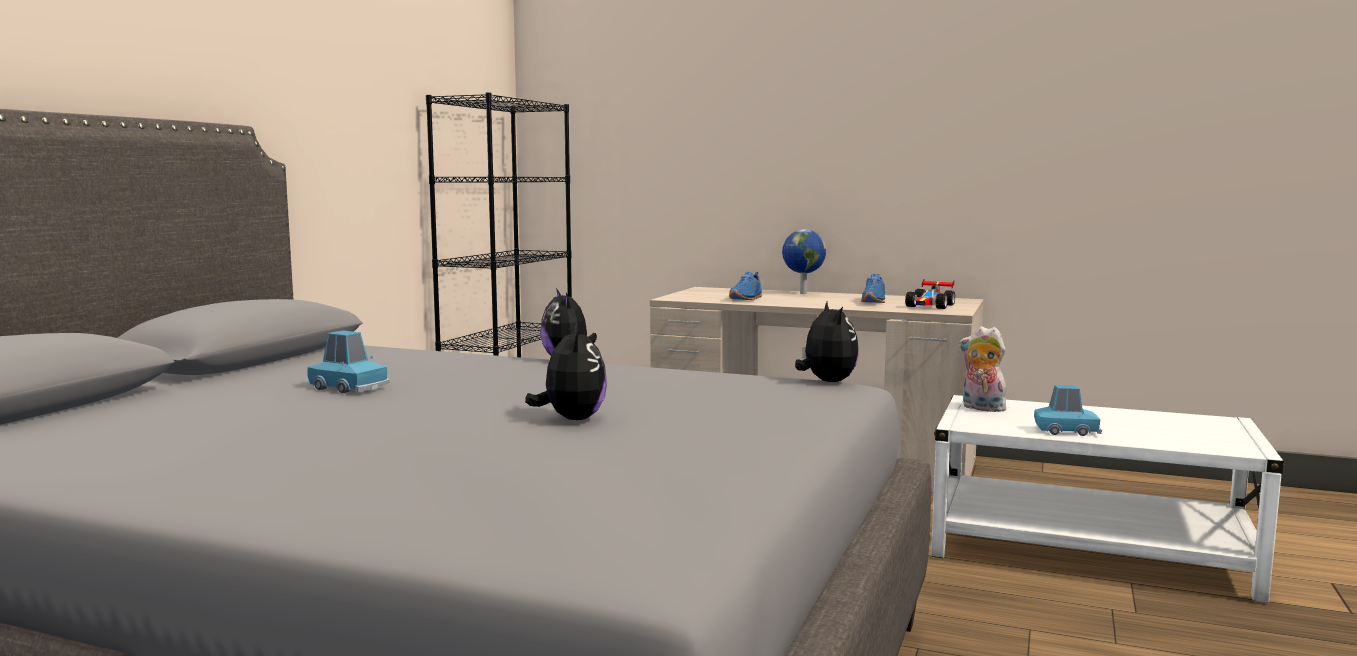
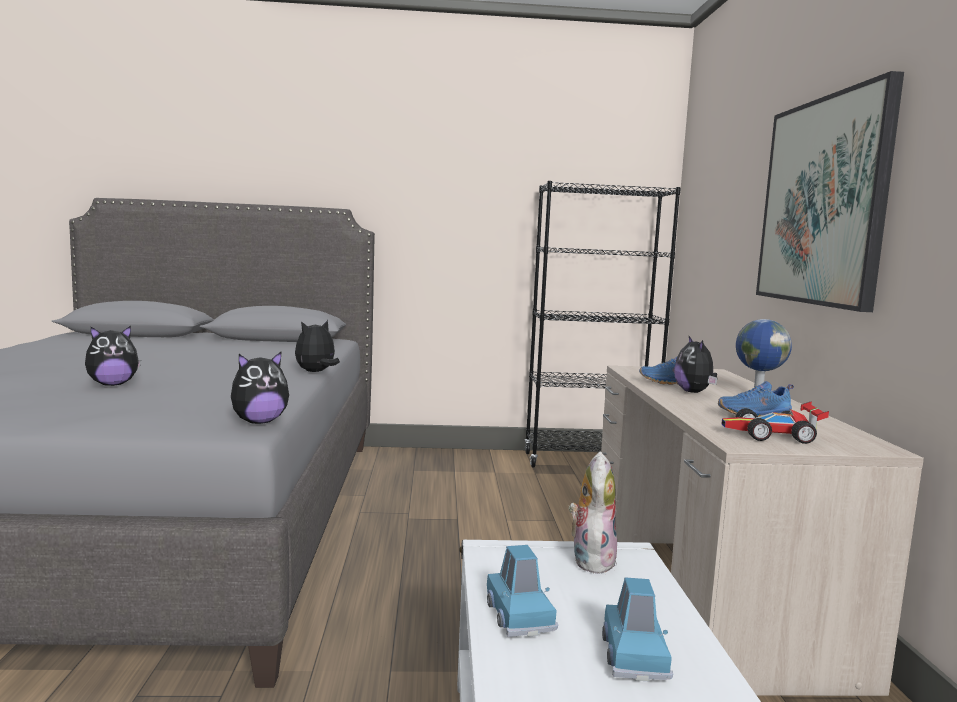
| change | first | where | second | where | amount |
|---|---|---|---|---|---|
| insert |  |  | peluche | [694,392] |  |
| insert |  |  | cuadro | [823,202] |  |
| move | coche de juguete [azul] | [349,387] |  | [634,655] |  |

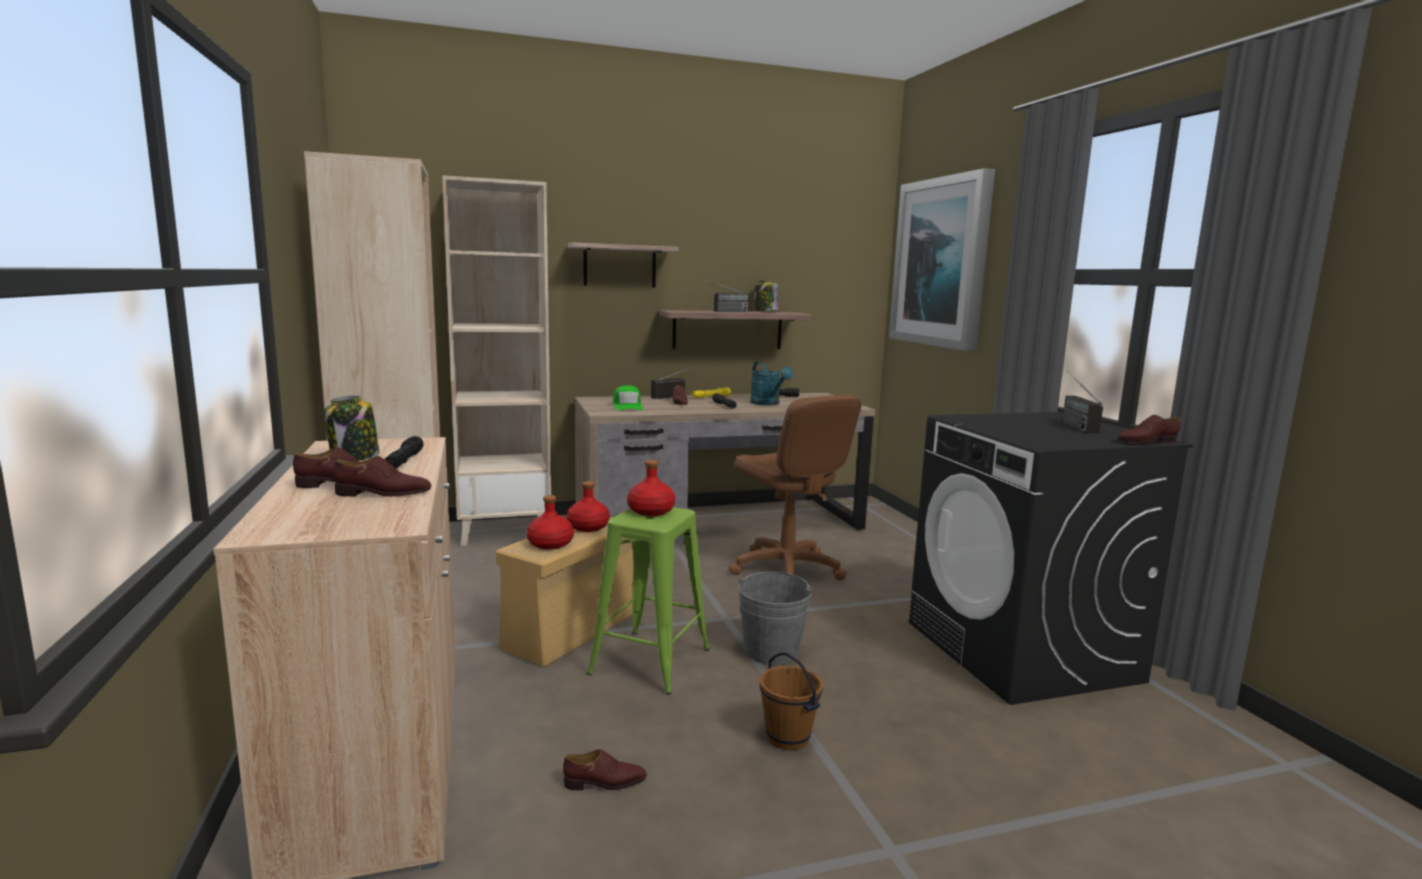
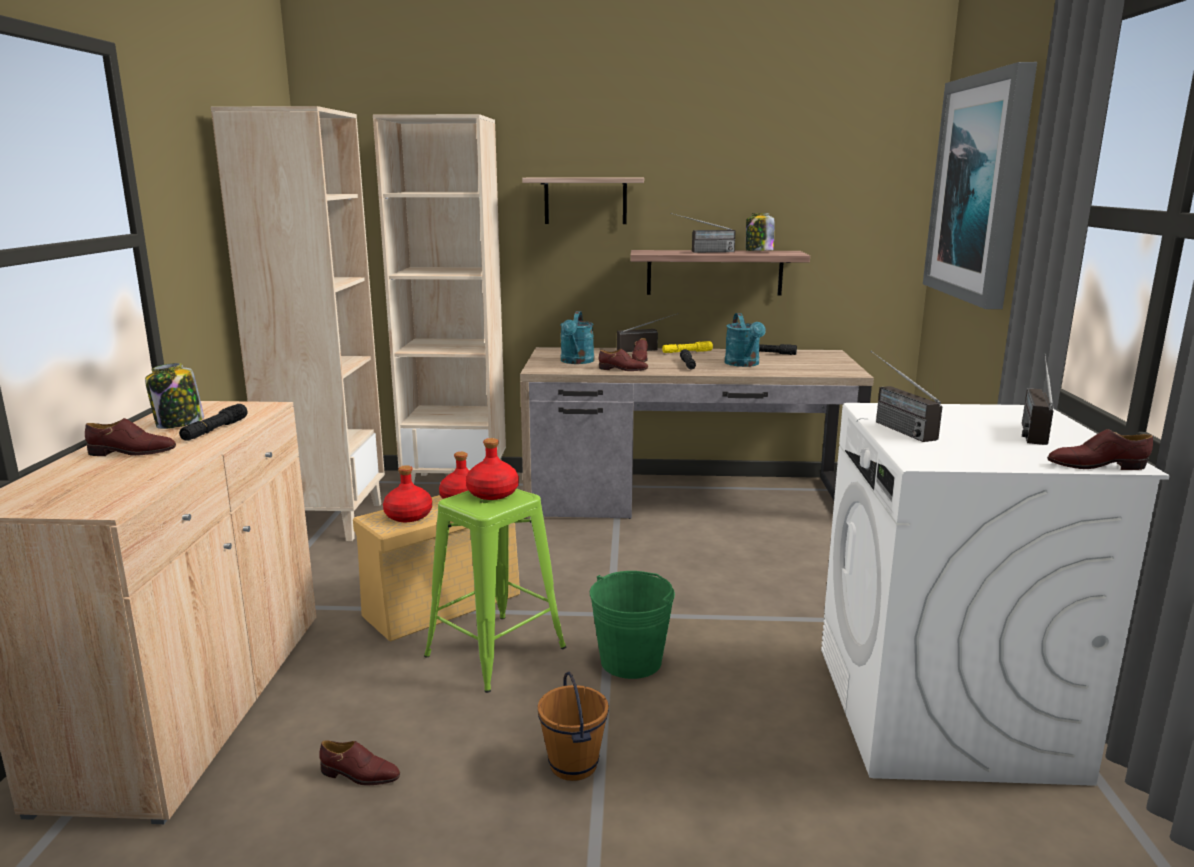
| change | first | where | second | where | amount |
|---|---|---|---|---|---|
| delete | silla de oficina [marrón] | [786,570] |  |  |  |
| insert |  |  | radio | [891,425] |  |
| move | zapato [marrón] | [383,493] |  | [623,369] |  |
| replace | gorra [verde] | [627,406] | regadera [turquesa] | [576,362] |  |
| recolor | cubo [gris] | [771,651] | cubo [verde] | [631,661] |  |
| recolor | lavadora [negro] | [1021,651] | lavadora [blanco] | [943,711] |  |

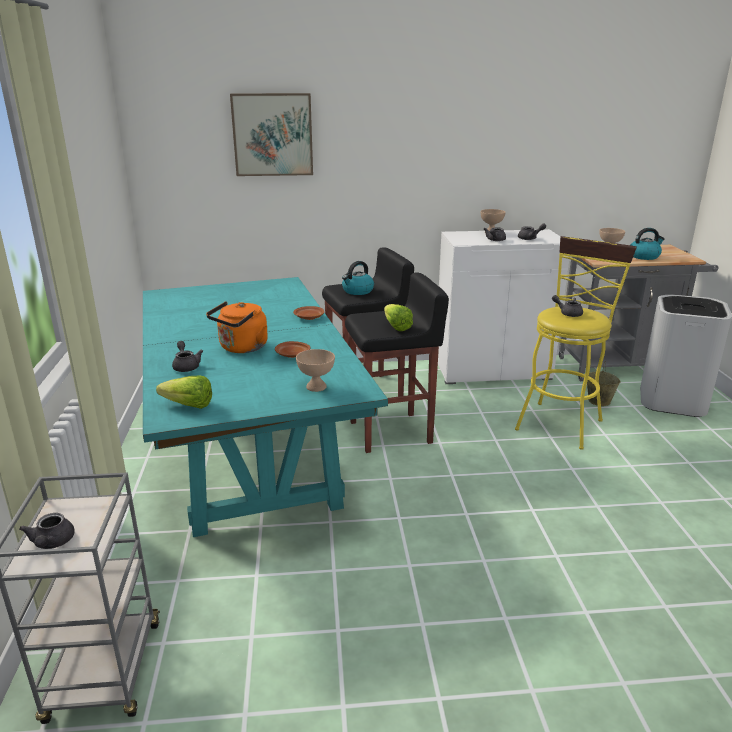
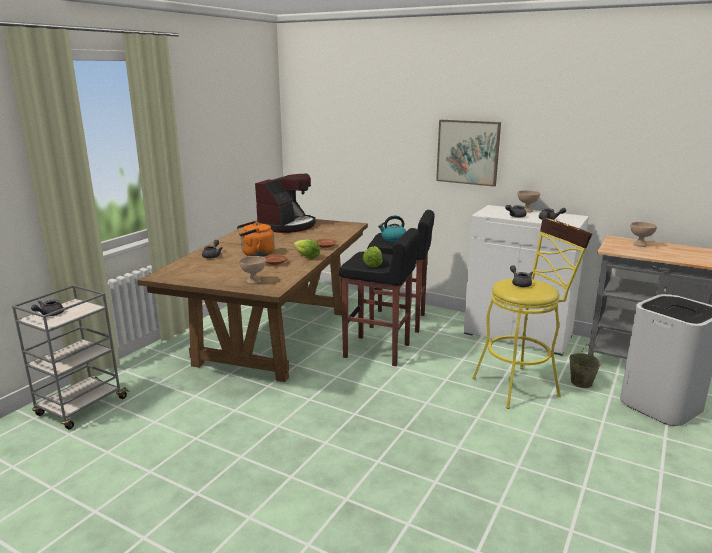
| change | first | where | second | where | amount |
|---|---|---|---|---|---|
| delete | hervidor | [644,256] |  |  |  |
| insert |  |  | cafetera | [287,226] |  |
| move | lechuga | [185,405] |  | [305,256] |  |
| move | cuadro | [272,135] |  | [468,152] |  |
| recolor | mesa de comedor [turquesa] | [251,455] | mesa de comedor [marrón] | [275,336] |  |

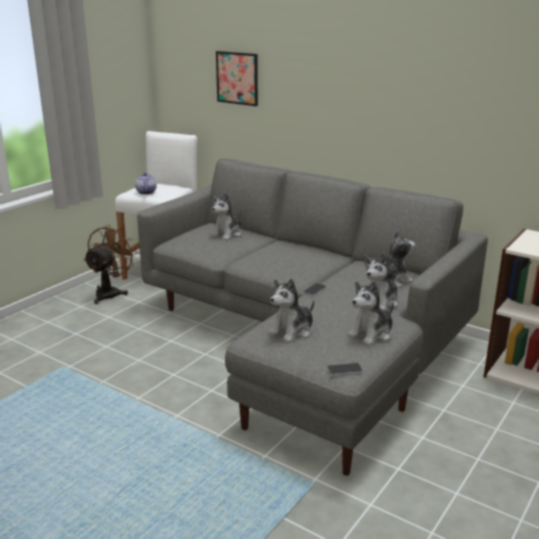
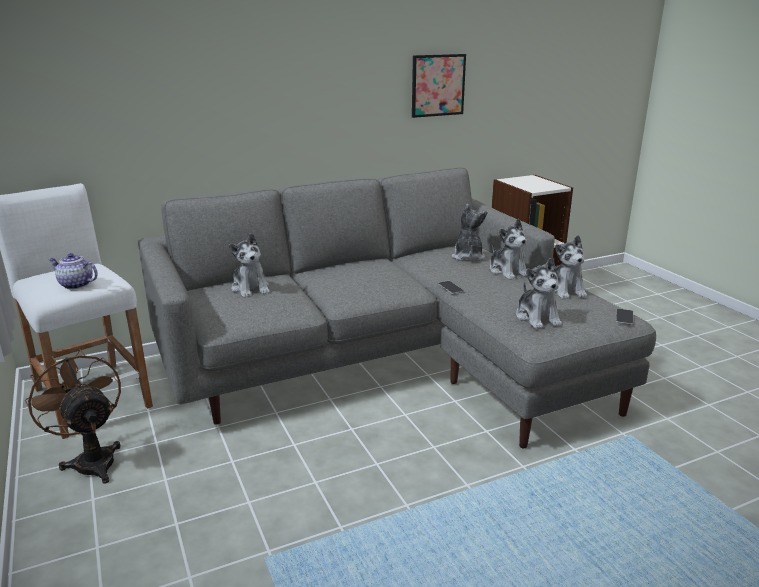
| change | first | where | second | where | amount |
|---|---|---|---|---|---|
| move | cuadro | [237,78] |  | [438,85] |  |

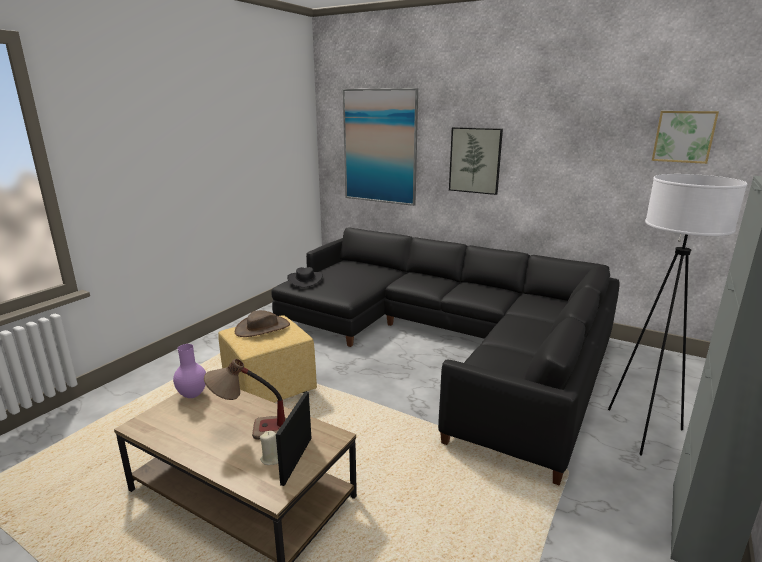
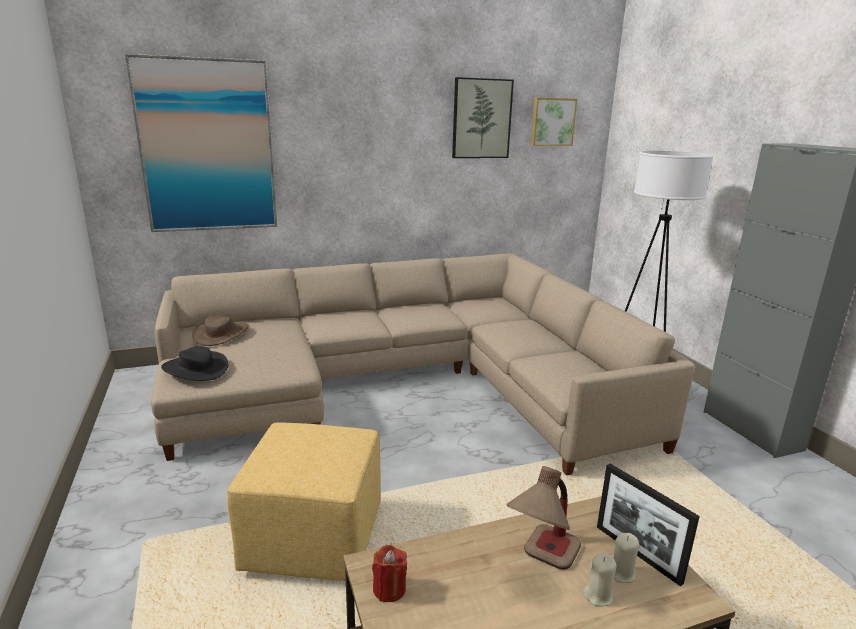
| change | first | where | second | where | amount |
|---|---|---|---|---|---|
| insert |  |  | vela [beis] | [598,595] |  |
| move | sombrero [marrón] | [262,328] |  | [221,334] |  |
| move | cuadro | [475,160] |  | [481,119] |  |
| replace | florero [morado] | [192,396] | vela [rojo] | [389,589] |  |
| recolor | sofá [negro] | [447,342] | sofá [beis] | [405,383] |  |

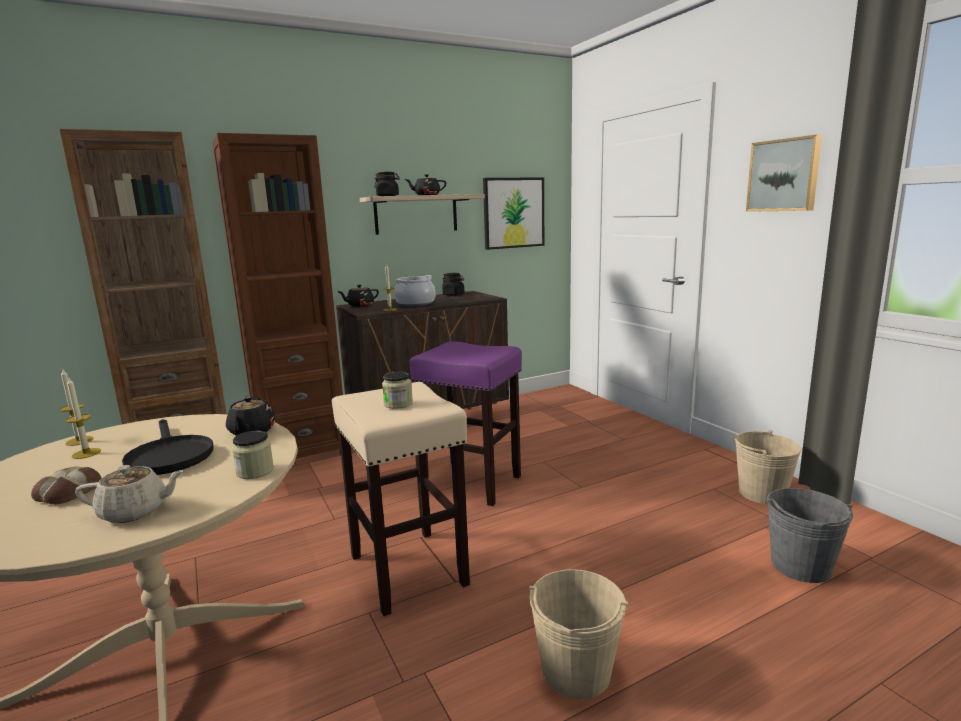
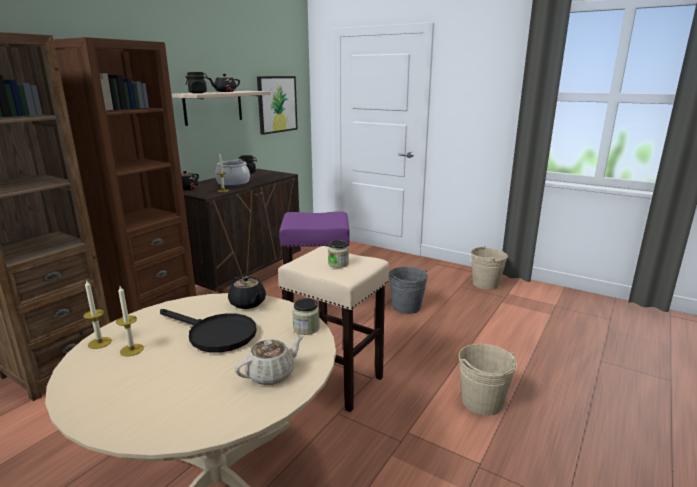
| change | first | where | second | where | amount |
|---|---|---|---|---|---|
| delete | pan | [68,492] |  |  |  |
| delete | cuadro | [784,175] |  |  |  |
| move | cubo [gris] | [800,566] |  | [406,307] |  |

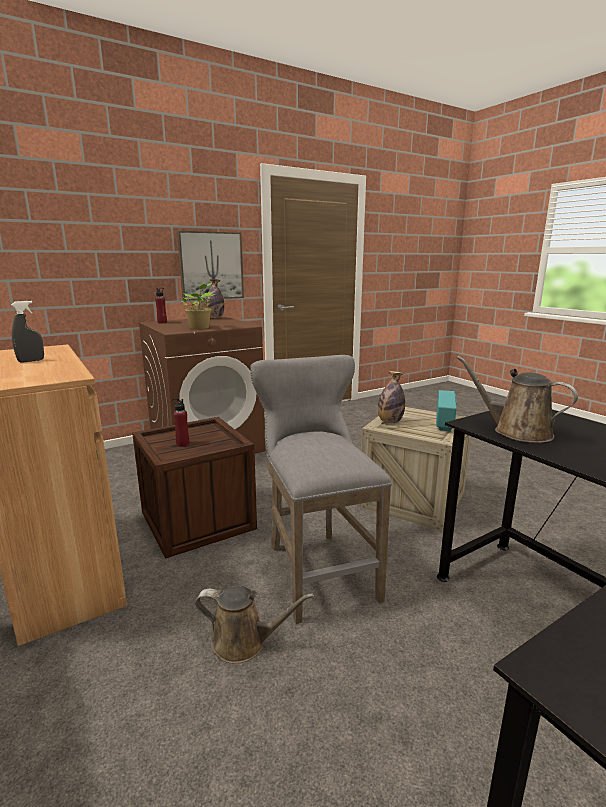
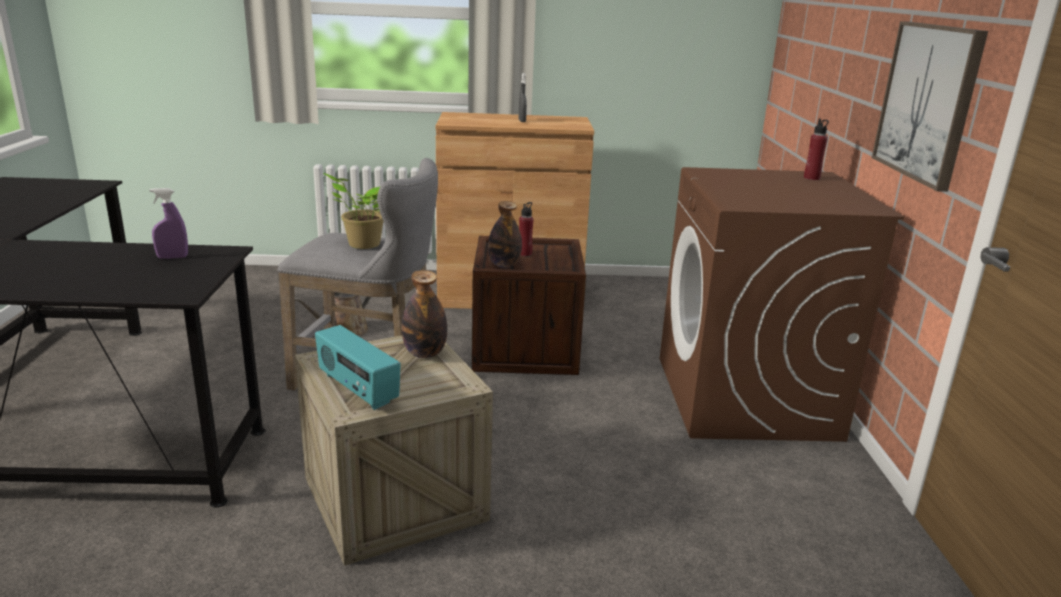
| change | first | where | second | where | amount |
|---|---|---|---|---|---|
| move | planta en maceta | [200,328] |  | [361,244] |  |
| move | botella | [214,318] |  | [504,265] |  |
| replace | regadera [marrón] | [516,431] | pulverizador [morado] | [172,257] |  |

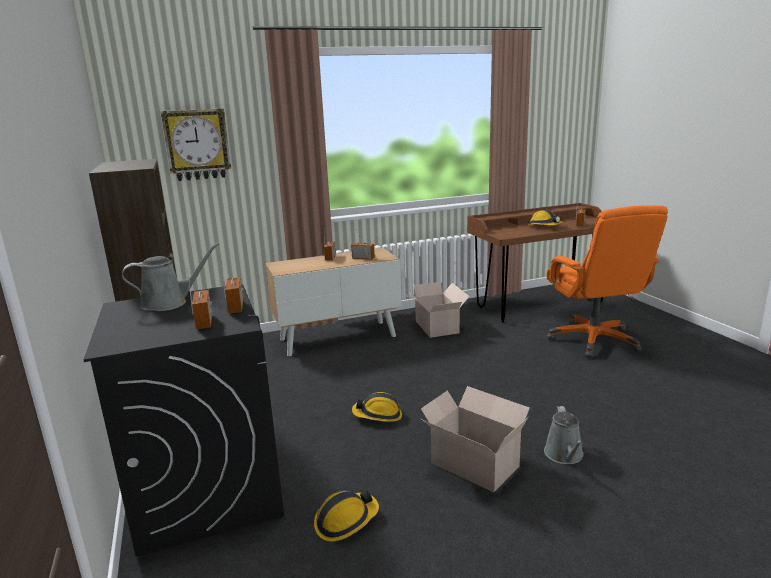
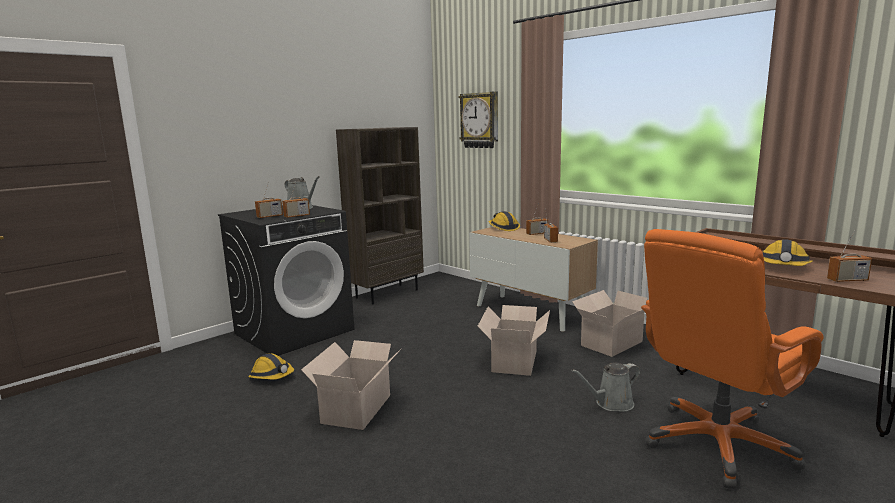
| change | first | where | second | where | amount |
|---|---|---|---|---|---|
| insert |  |  | caja de cartón | [515,360] |  |
| move | casco | [378,415] |  | [503,228] |  |
| move | regadera [gris] | [564,455] |  | [611,404] |  |

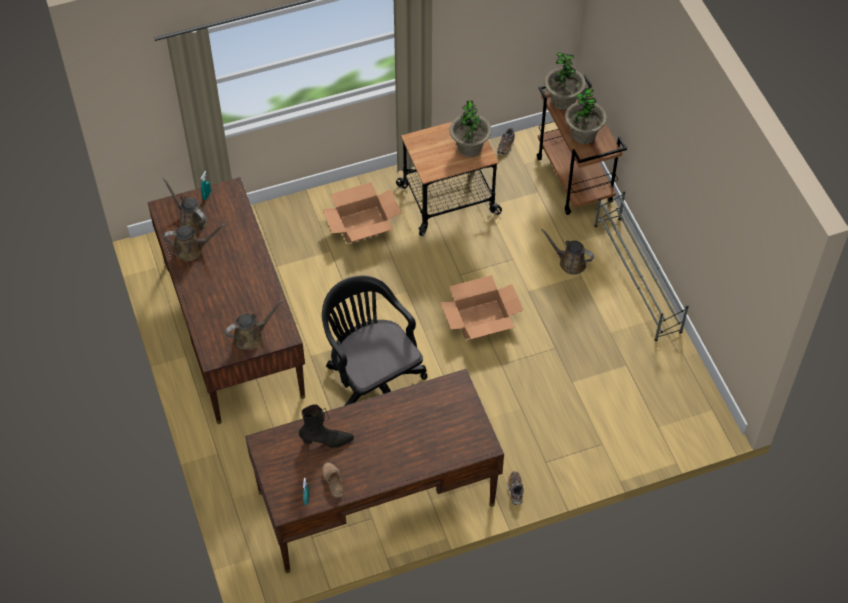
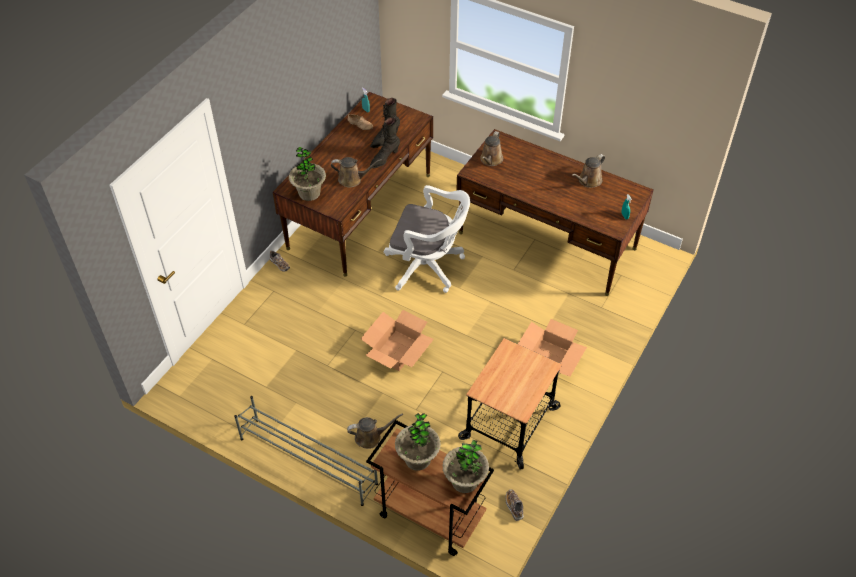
| change | first | where | second | where | amount |
|---|---|---|---|---|---|
| insert |  |  | bota [negro] | [384,159] |  |
| move | regadera [marrón] | [190,220] |  | [352,179] |  |
| move | planta en maceta | [469,147] |  | [309,193] |  |
| recolor | silla de oficina [negro] | [372,381] | silla de oficina [blanco] | [428,267] |  |

